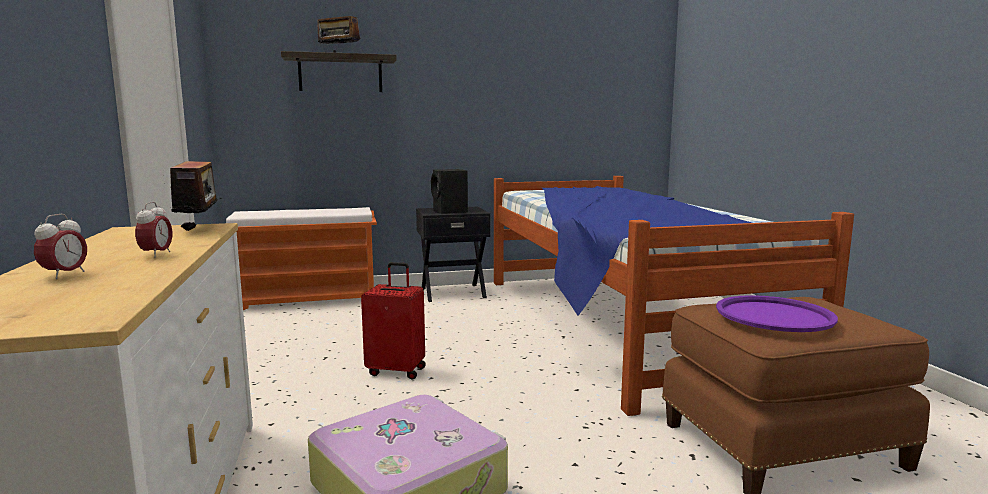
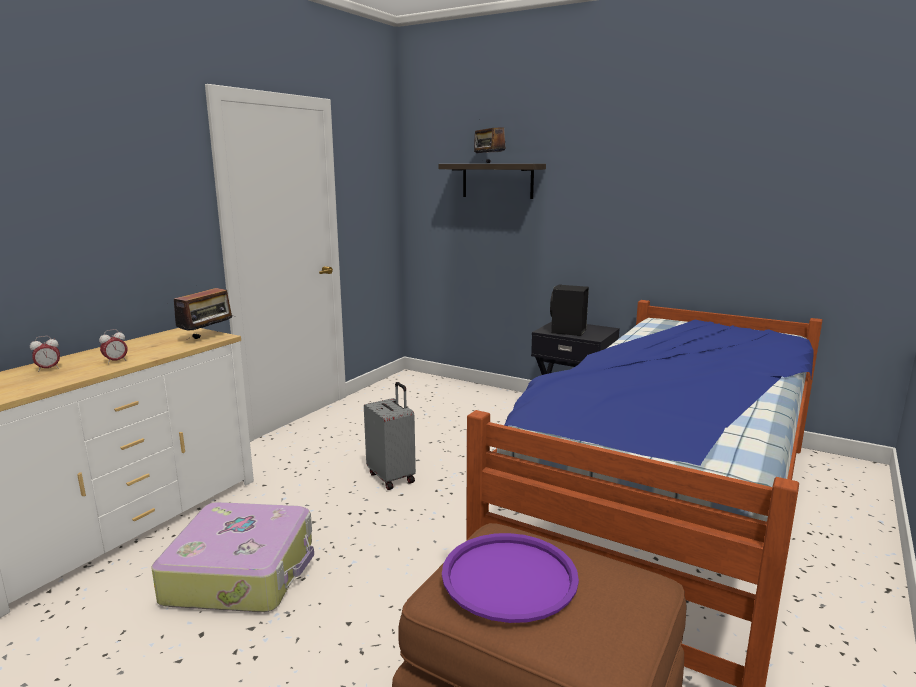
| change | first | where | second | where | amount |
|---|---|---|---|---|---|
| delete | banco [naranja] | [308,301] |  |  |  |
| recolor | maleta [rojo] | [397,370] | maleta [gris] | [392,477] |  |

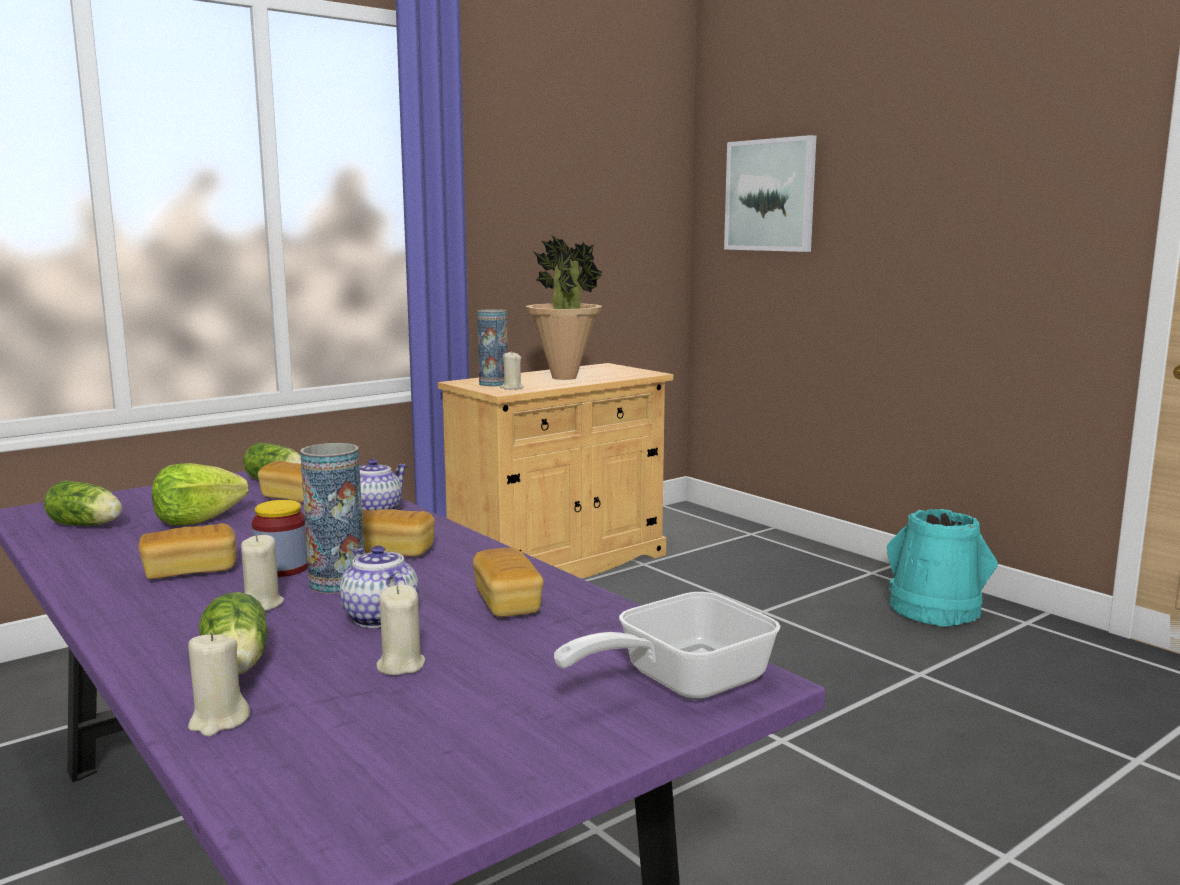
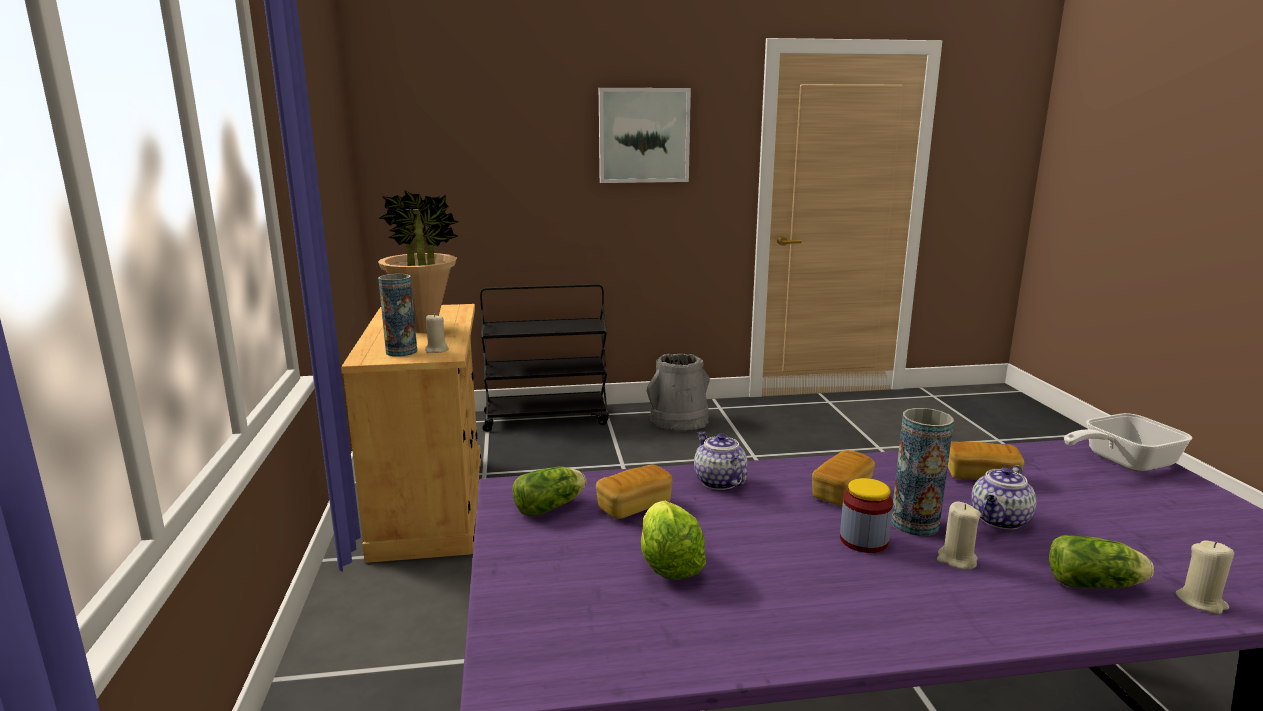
| change | first | where | second | where | amount |
|---|---|---|---|---|---|
| delete | lechuga | [88,525] |  |  |  |
| delete | pan | [190,571] |  |  |  |
| delete | vela [beis] | [400,665] |  |  |  |
| insert |  |  | carrito [negro] | [546,418] |  |
| move | cuadro | [770,195] |  | [644,135] |  |
| recolor | cubo [turquesa] | [934,610] | cubo [gris] | [679,420] |  |
| rotate | tetera | [379,617] |  | [1000,520] | 45 degrees counterclockwise |
| rotate | sartén | [679,682] |  | [1121,462] | 75 degrees clockwise |

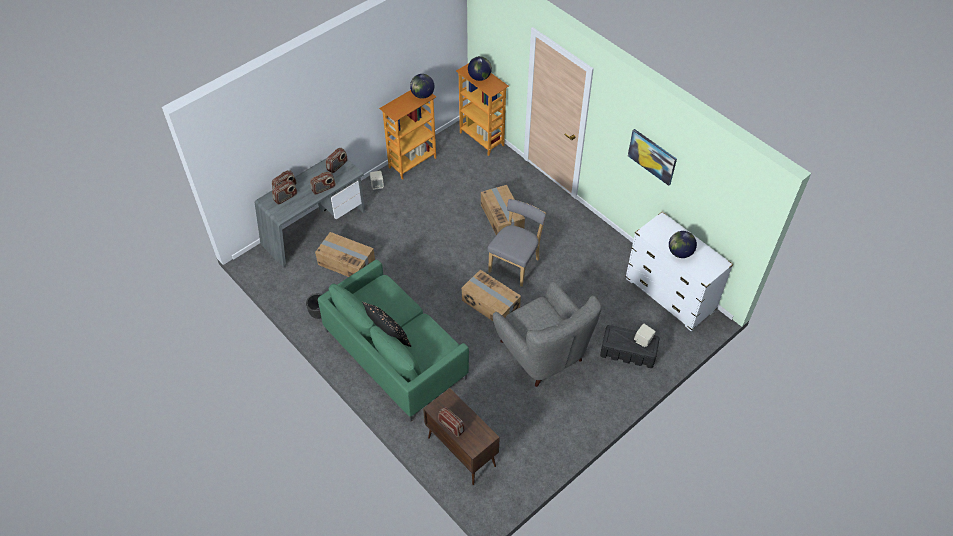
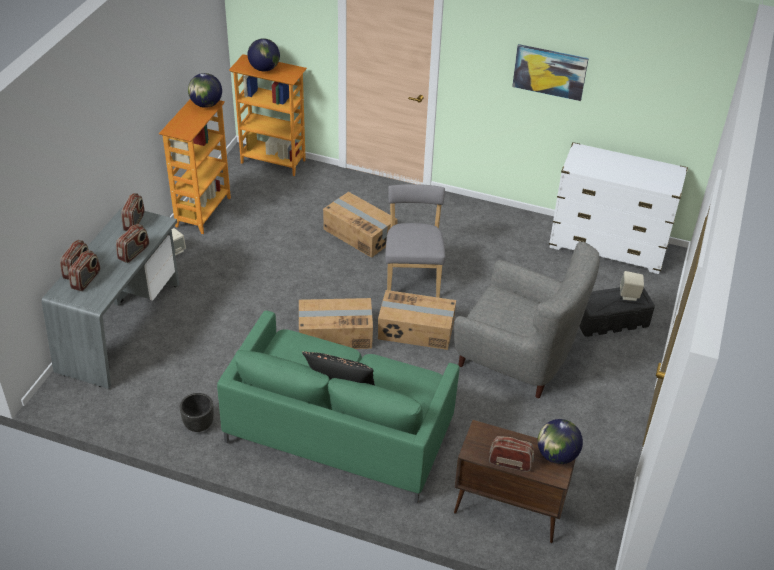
| change | first | where | second | where | amount |
|---|---|---|---|---|---|
| move | caja de cartón | [346,262] |  | [335,333] |  |
| move | globo terráqueo | [680,253] |  | [556,455] |  |

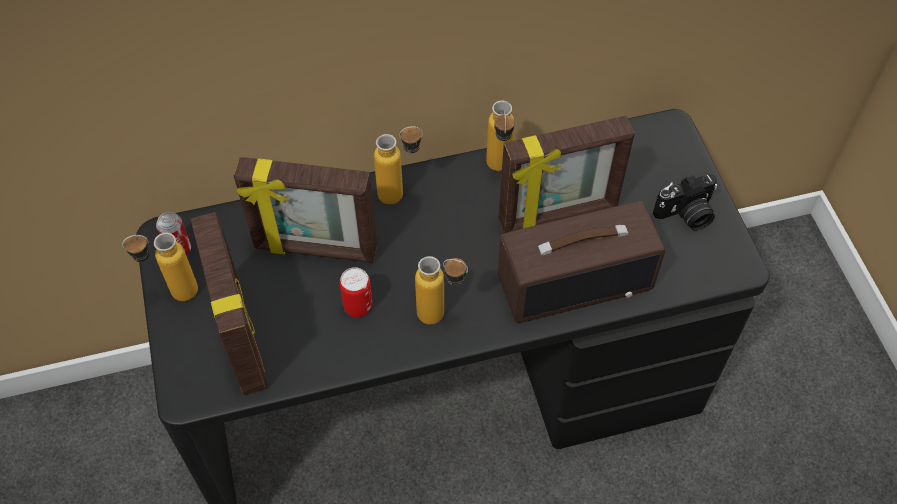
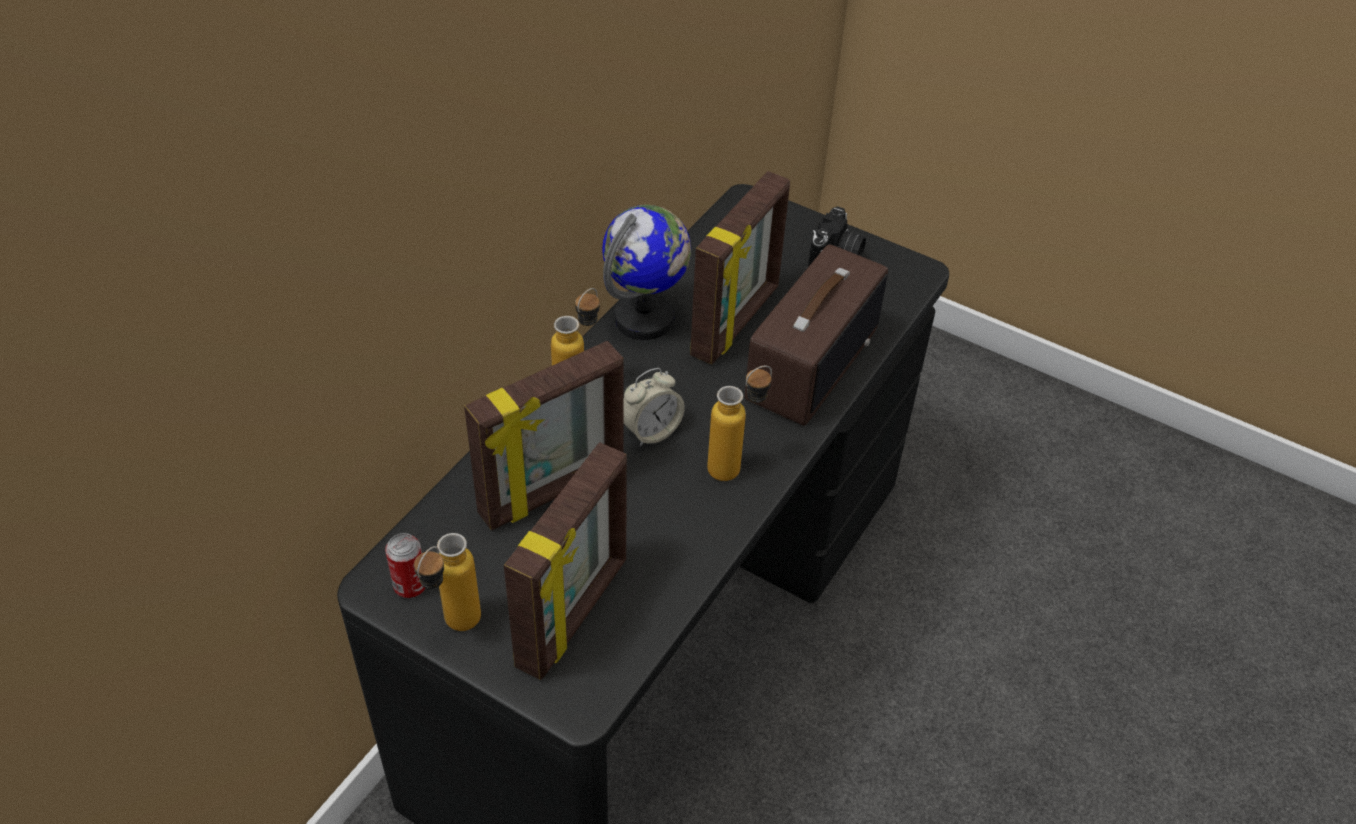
| change | first | where | second | where | amount |
|---|---|---|---|---|---|
| delete | lata | [358,306] |  |  |  |
| insert |  |  | despertador | [650,431] |  |
| replace | botella | [499,171] | globo terráqueo | [645,319] |  |
| rotate | portarretratos | [243,337] |  | [575,614] | 90 degrees clockwise |

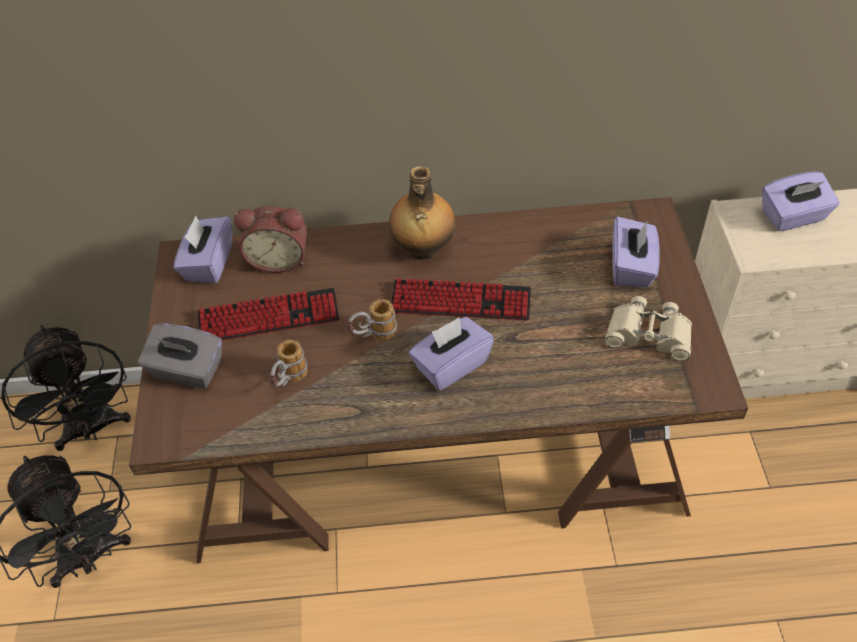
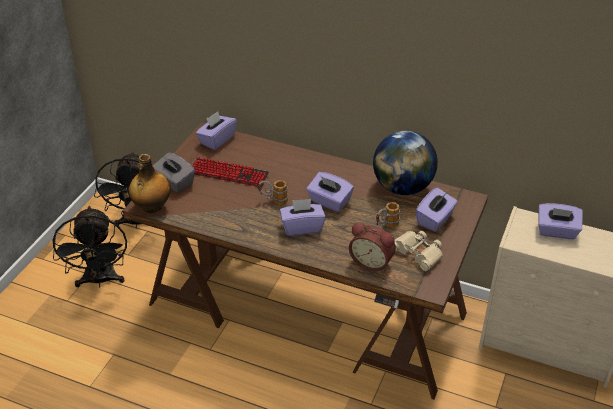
| change | first | where | second | where | amount |
|---|---|---|---|---|---|
| insert |  |  | globo terráqueo | [402,188] |  |
| move | despertador | [279,259] |  | [372,262] |  |
| move | taza grande | [289,381] |  | [386,225] |  |
| move | botella | [423,249] |  | [152,207] |  |
| replace | teclado | [460,301] | caja de pañuelos [morado] | [329,202] |  |

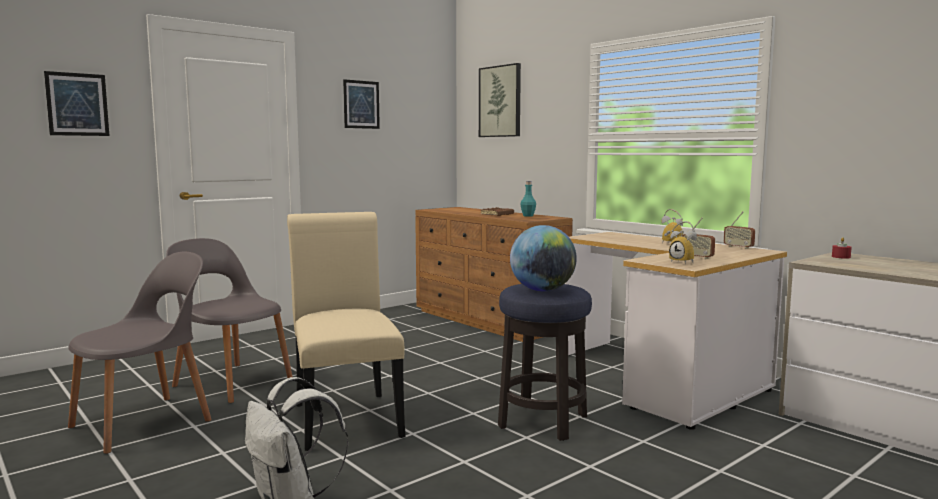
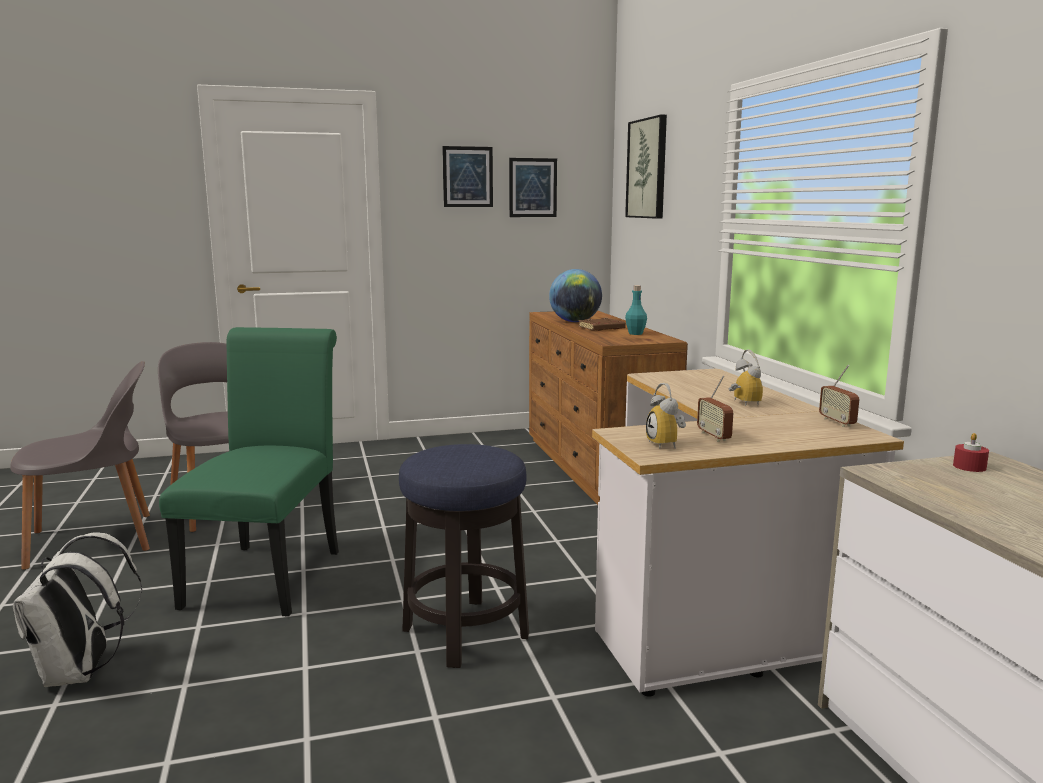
| change | first | where | second | where | amount |
|---|---|---|---|---|---|
| move | cuadro | [77,104] |  | [533,187] |  |
| move | globo terráqueo | [542,290] |  | [575,321] |  |
| recolor | silla [beis] | [345,416] | silla [verde] | [269,573] |  |

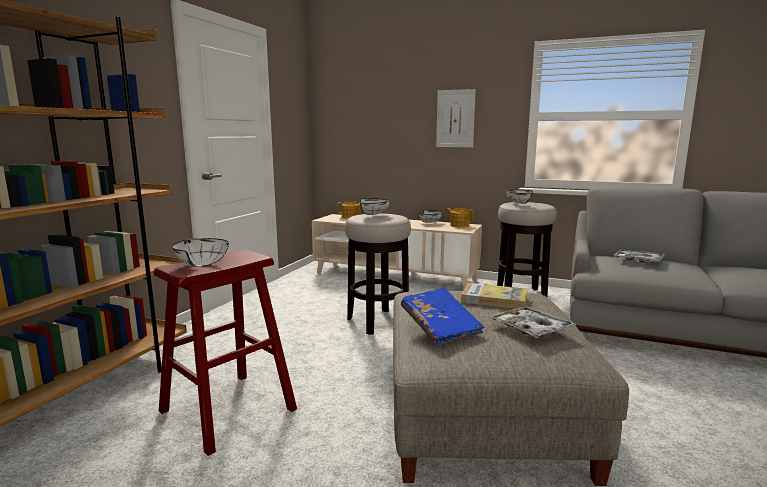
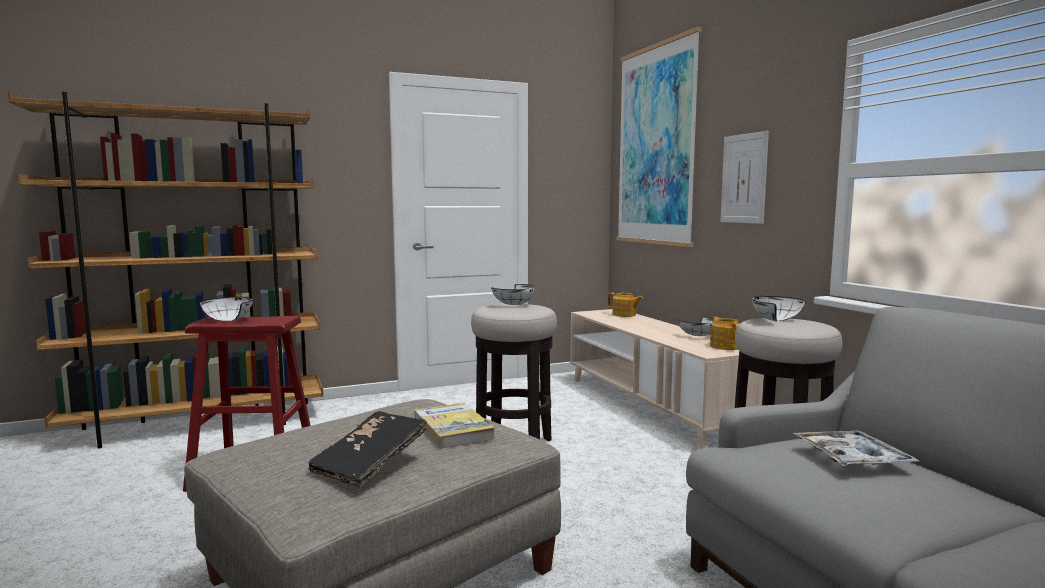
| change | first | where | second | where | amount |
|---|---|---|---|---|---|
| delete | libro [azul] | [440,327] |  |  |  |
| insert |  |  | cuadro | [656,145] |  |
| replace | bandeja | [530,329] | libro [negro] | [370,464] |  |

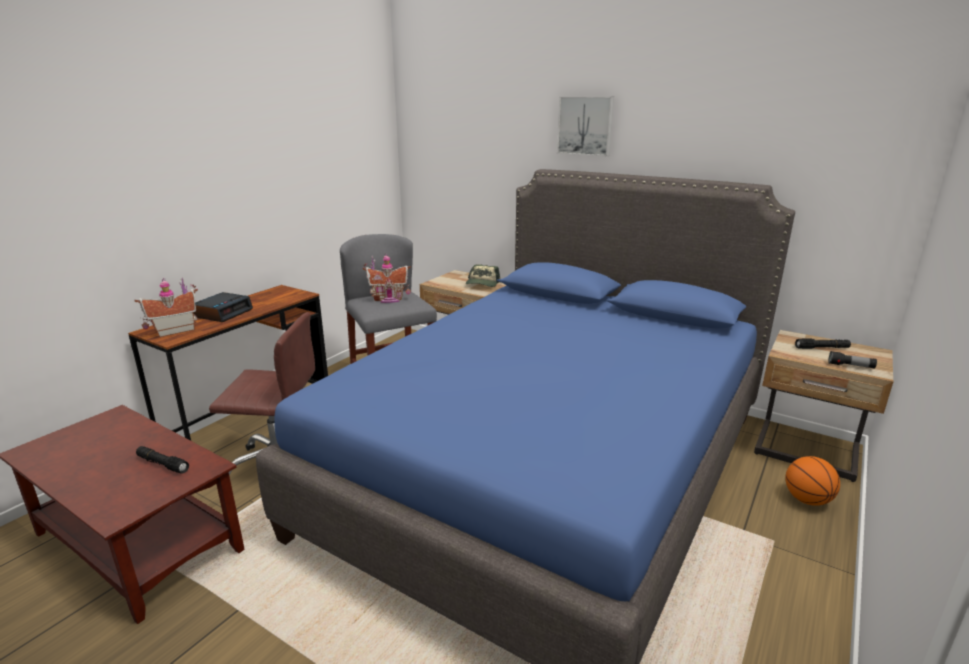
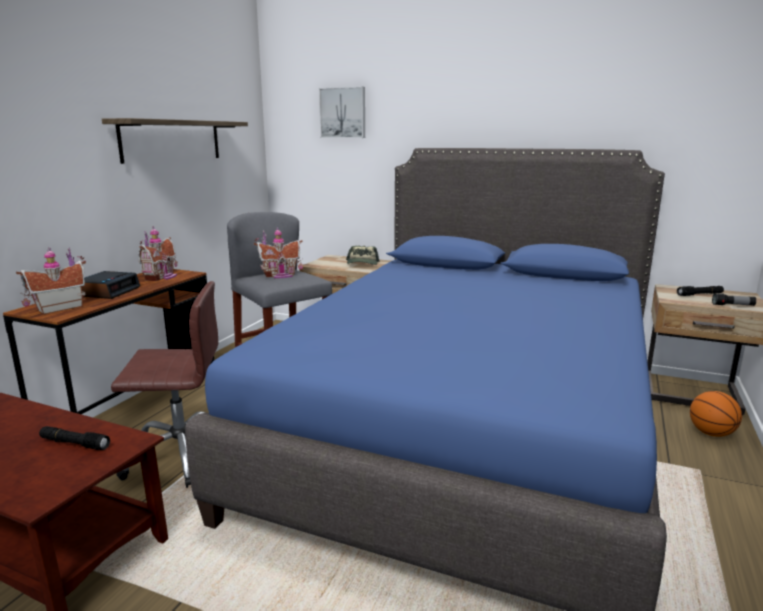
| change | first | where | second | where | amount |
|---|---|---|---|---|---|
| insert |  |  | estante | [172,140] |  |
| insert |  |  | casita | [162,277] |  |
| move | cuadro | [585,126] |  | [343,113] |  |

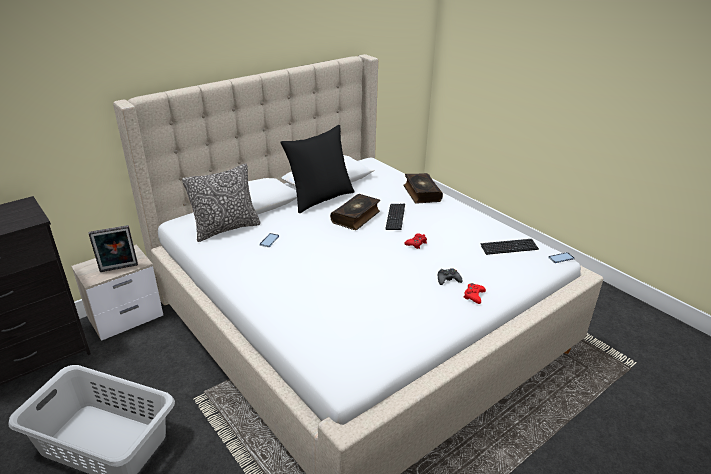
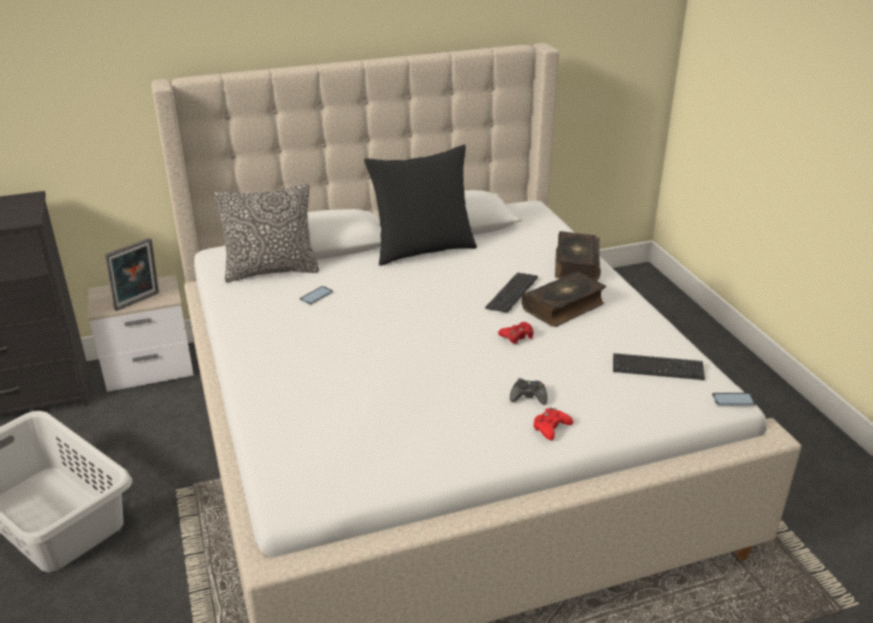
| change | first | where | second | where | amount |
|---|---|---|---|---|---|
| move | libro | [356,217] |  | [564,307] |  |
| rotate | portarretratos | [119,269] |  | [138,302] | 45 degrees counterclockwise |

